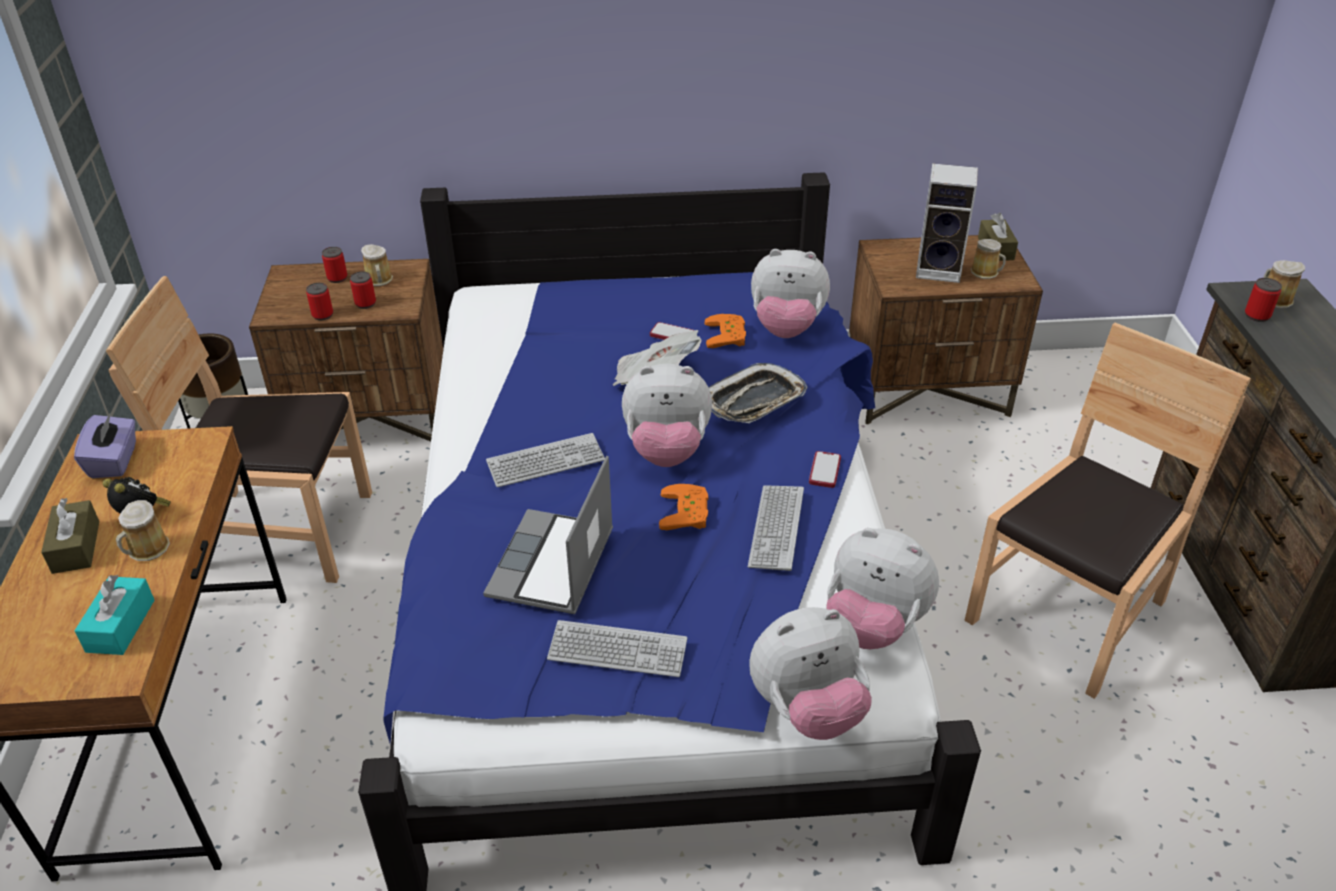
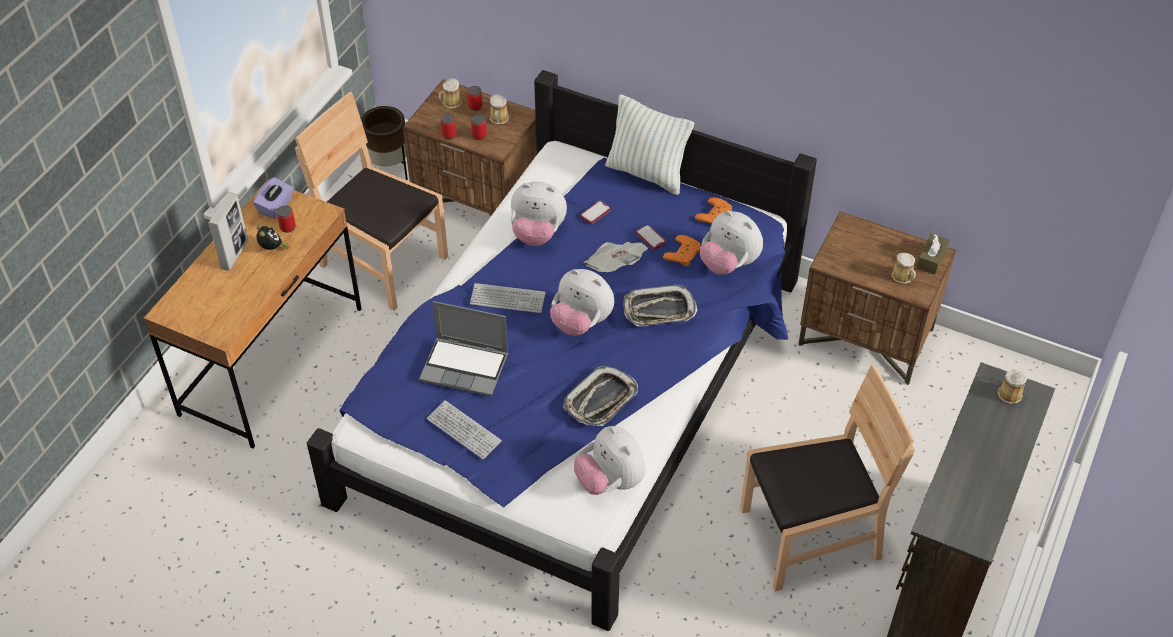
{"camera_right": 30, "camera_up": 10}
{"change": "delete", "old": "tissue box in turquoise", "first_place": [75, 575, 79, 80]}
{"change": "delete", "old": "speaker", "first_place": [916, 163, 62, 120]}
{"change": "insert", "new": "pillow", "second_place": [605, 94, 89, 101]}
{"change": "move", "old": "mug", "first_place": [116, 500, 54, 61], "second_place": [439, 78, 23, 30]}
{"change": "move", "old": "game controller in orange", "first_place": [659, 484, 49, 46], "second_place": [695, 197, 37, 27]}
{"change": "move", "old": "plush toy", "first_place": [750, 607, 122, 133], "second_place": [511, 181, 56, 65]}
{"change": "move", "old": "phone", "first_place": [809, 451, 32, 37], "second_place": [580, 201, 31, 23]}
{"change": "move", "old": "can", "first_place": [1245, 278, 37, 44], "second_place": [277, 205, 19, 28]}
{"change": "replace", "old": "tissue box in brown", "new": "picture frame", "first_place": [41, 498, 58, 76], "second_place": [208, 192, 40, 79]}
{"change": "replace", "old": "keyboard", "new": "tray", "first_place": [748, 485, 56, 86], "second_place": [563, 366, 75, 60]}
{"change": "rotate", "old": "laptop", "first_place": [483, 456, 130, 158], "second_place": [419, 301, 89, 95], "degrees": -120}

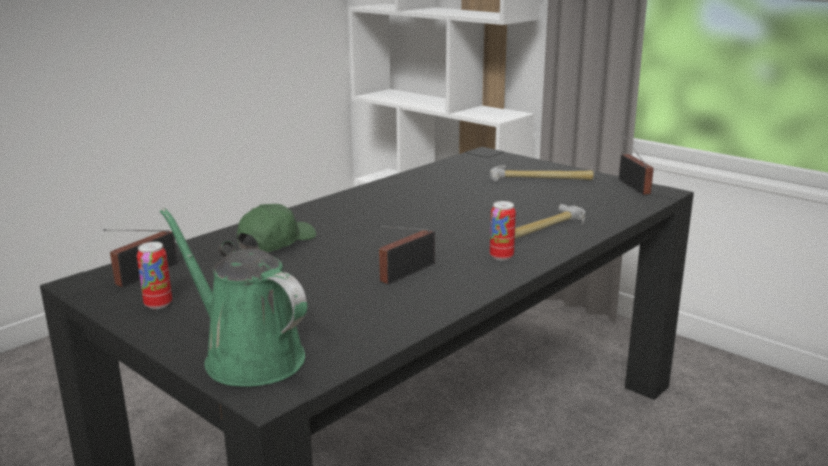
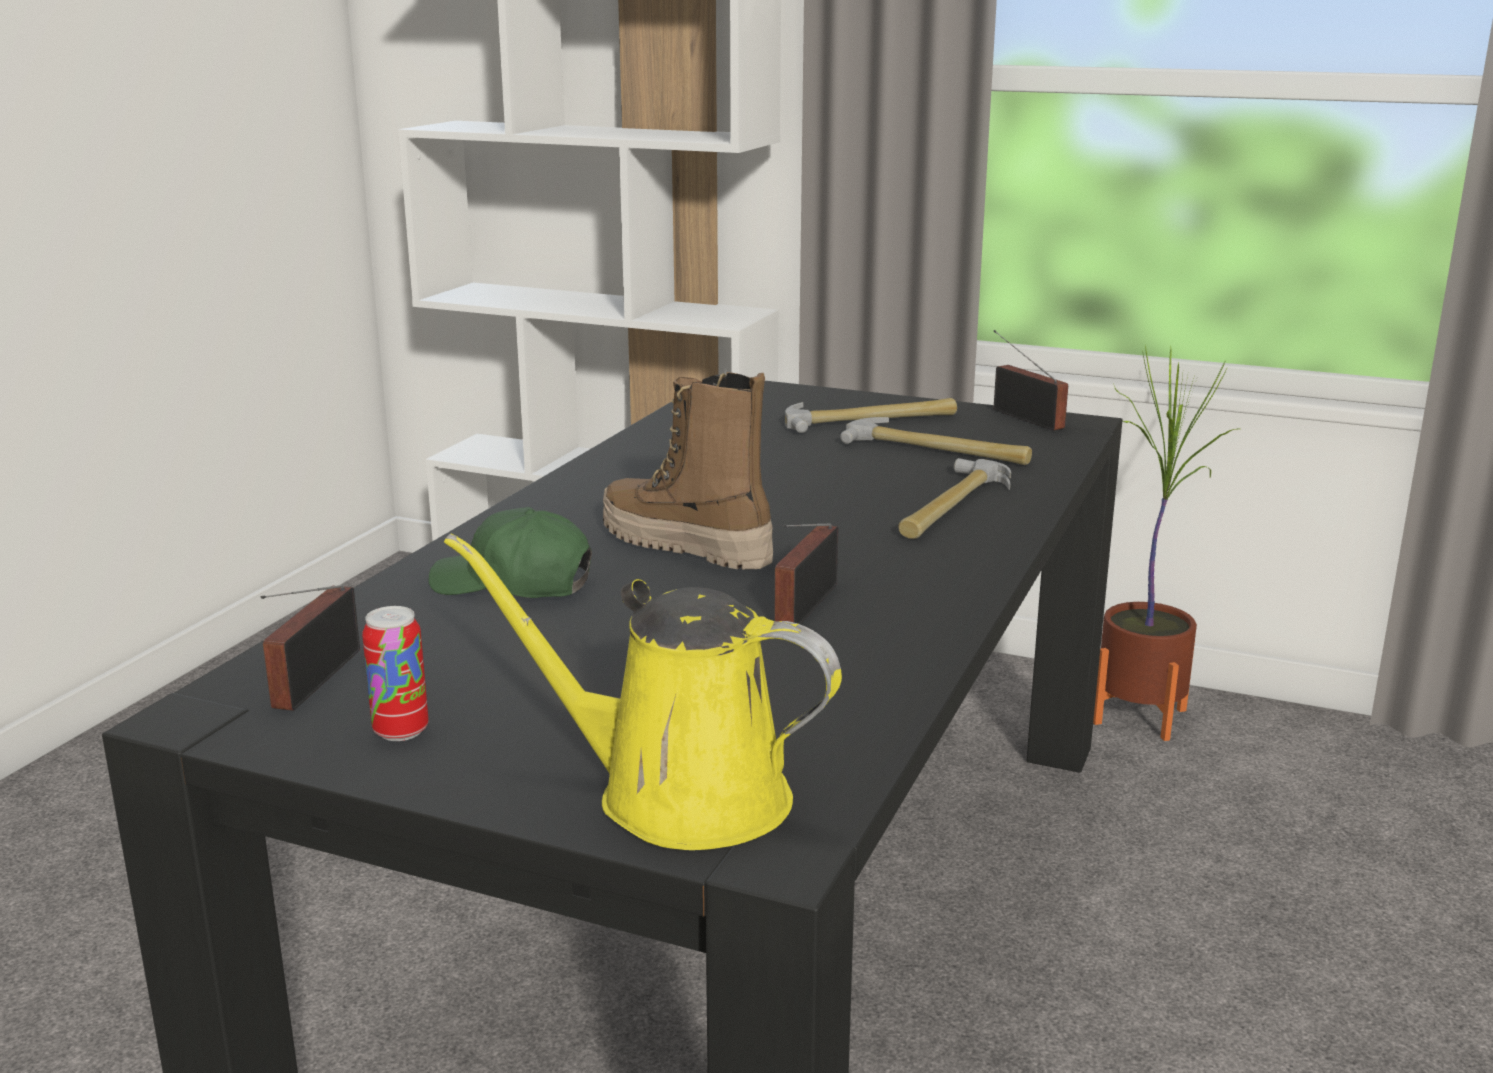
{"camera_right": -20, "camera_up": 0}
{"change": "delete", "old": "can", "first_place": [490, 201, 26, 59]}
{"change": "insert", "new": "boot", "second_place": [603, 372, 170, 198]}
{"change": "insert", "new": "hammer", "second_place": [840, 417, 192, 48]}
{"change": "insert", "new": "potted plant", "second_place": [1093, 346, 144, 395]}
{"change": "recolor", "old": "watering can in green", "new": "watering can in yellow", "first_place": [160, 208, 148, 179], "second_place": [444, 534, 398, 316]}
{"change": "rotate", "old": "cap in green", "first_place": [237, 204, 79, 48], "second_place": [428, 507, 164, 91], "degrees": -90}

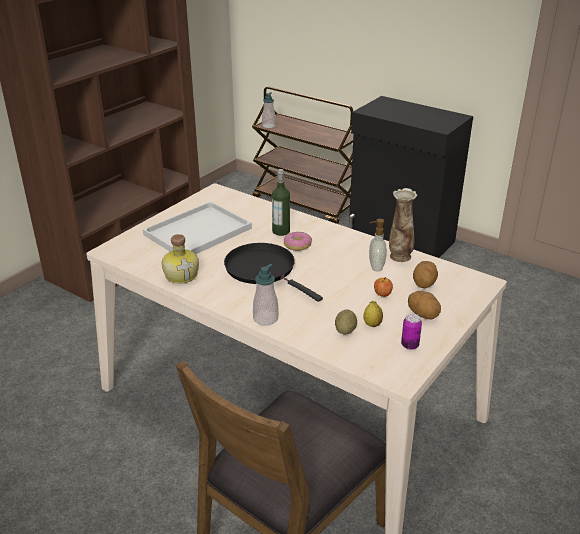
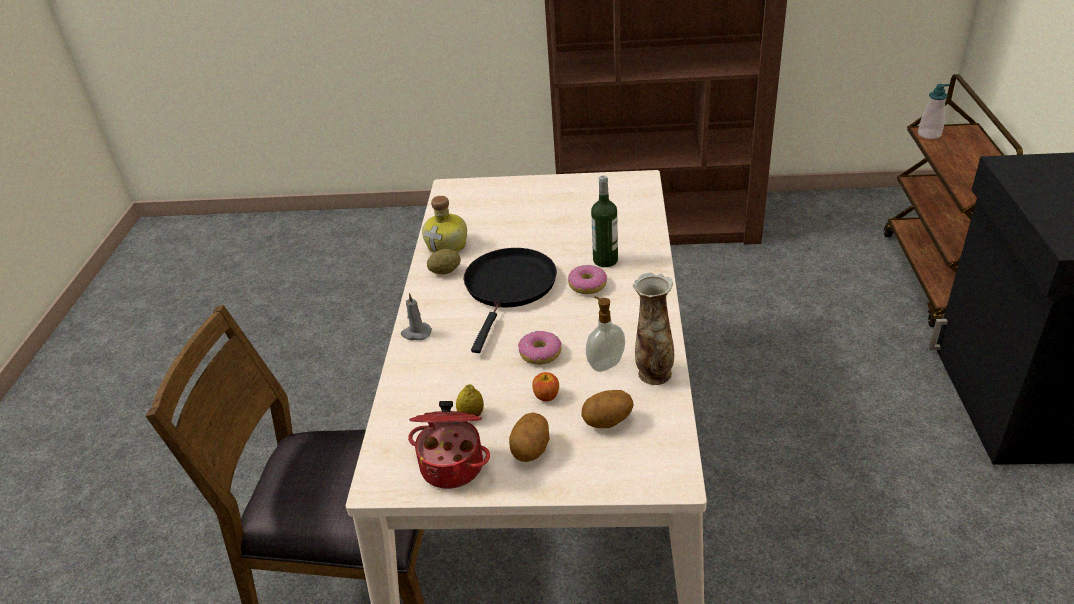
{"camera_right": 60, "camera_up": 5}
{"change": "delete", "old": "tray in white", "first_place": [143, 201, 109, 53]}
{"change": "insert", "new": "donut", "second_place": [518, 331, 44, 34]}
{"change": "move", "old": "potato", "first_place": [335, 309, 22, 25], "second_place": [427, 249, 34, 25]}
{"change": "replace", "old": "soap dispenser", "new": "candle in grey", "first_place": [253, 264, 26, 61], "second_place": [401, 293, 31, 47]}
{"change": "replace", "old": "can", "new": "cooking pot", "first_place": [401, 314, 21, 36], "second_place": [408, 401, 82, 88]}

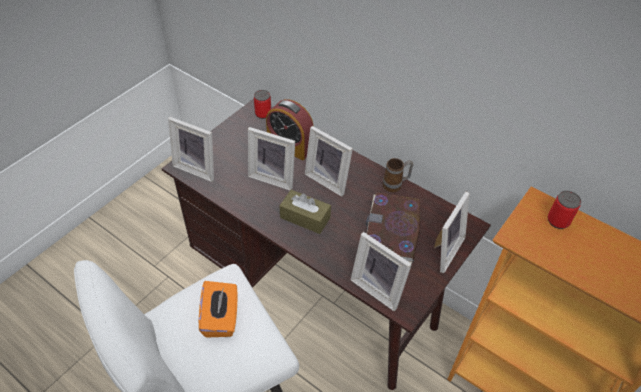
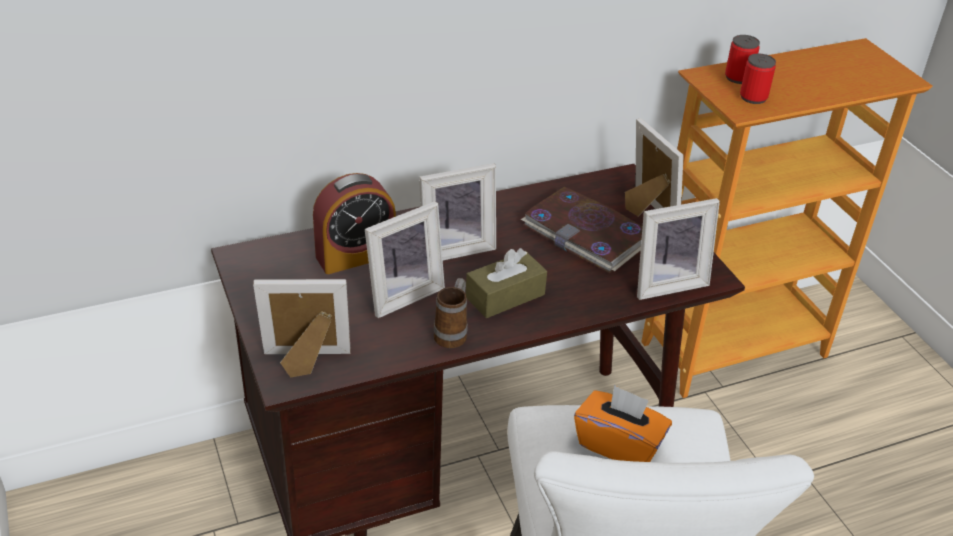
{"camera_right": -60, "camera_up": -10}
{"change": "move", "old": "can", "first_place": [254, 90, 17, 29], "second_place": [740, 53, 36, 51]}
{"change": "move", "old": "mug", "first_place": [383, 158, 30, 34], "second_place": [433, 278, 35, 70]}
{"change": "rotate", "old": "picture frame", "first_place": [168, 117, 46, 65], "second_place": [253, 279, 98, 99], "degrees": -150}

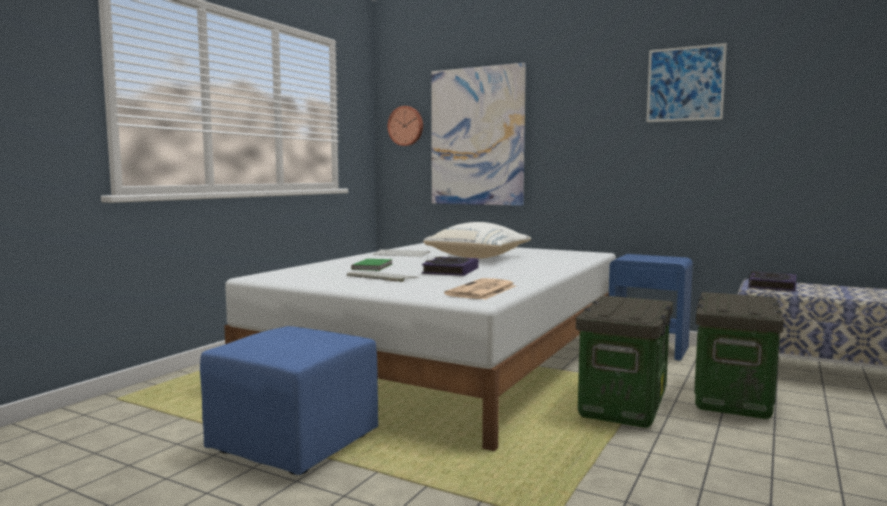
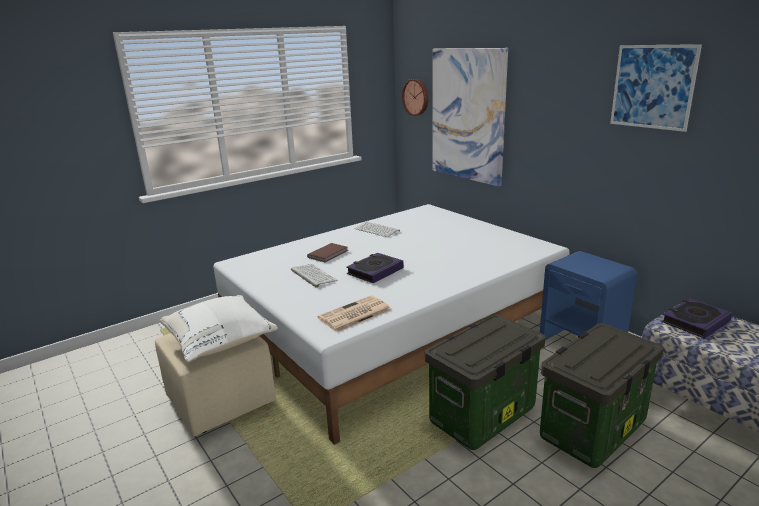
{"camera_right": 25, "camera_up": 15}
{"change": "move", "old": "pillow in white", "first_place": [423, 222, 108, 37], "second_place": [160, 295, 118, 67]}
{"change": "recolor", "old": "ottoman in blue", "new": "ottoman in beige", "first_place": [200, 326, 178, 149], "second_place": [155, 333, 121, 103]}
{"change": "recolor", "old": "book in green", "new": "book in brown", "first_place": [351, 259, 42, 12], "second_place": [307, 243, 41, 19]}

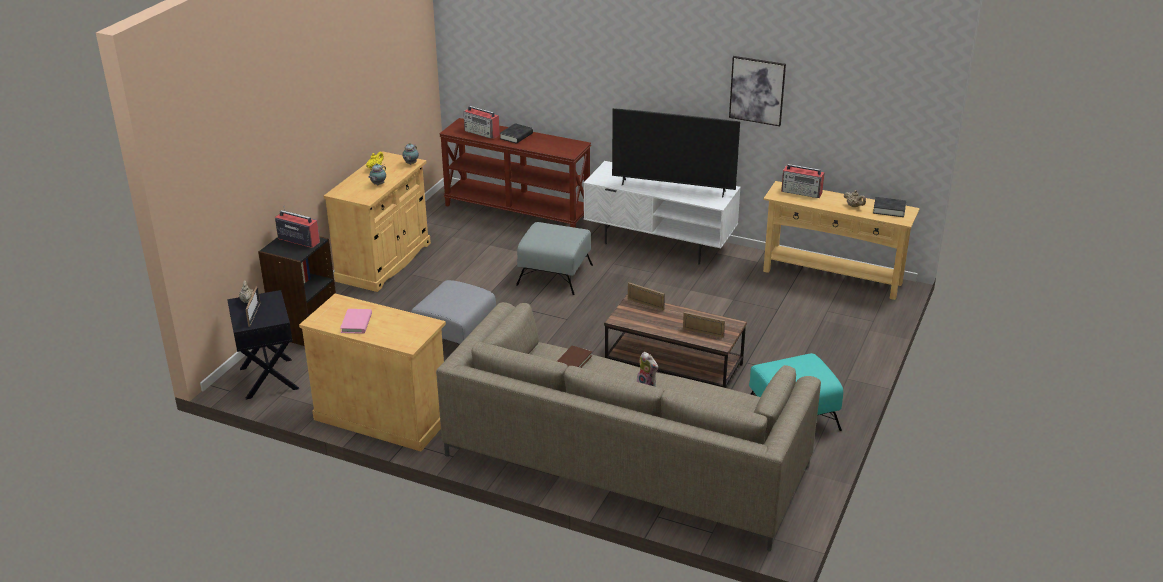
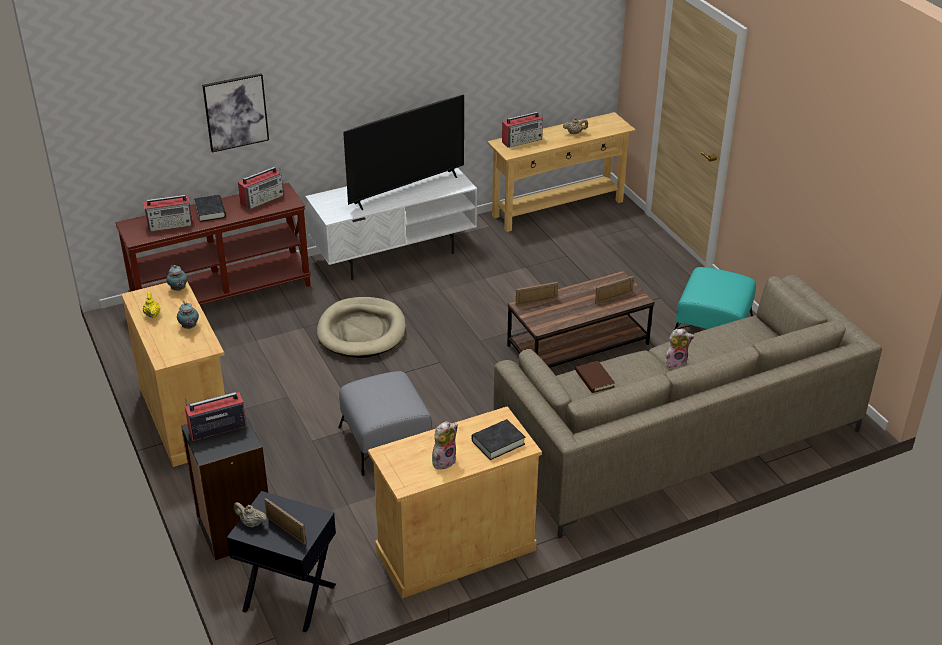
{"camera_right": -50, "camera_up": 5}
{"change": "insert", "new": "radio", "second_place": [238, 167, 46, 43]}
{"change": "move", "old": "picture", "first_place": [729, 56, 57, 70], "second_place": [202, 73, 67, 79]}
{"change": "move", "old": "book in black", "first_place": [873, 197, 33, 20], "second_place": [472, 419, 53, 41]}
{"change": "replace", "old": "book in pink", "new": "plush toy", "first_place": [340, 309, 32, 25], "second_place": [432, 421, 26, 50]}
{"change": "replace", "old": "ottoman in grey", "new": "dog bed in beige", "first_place": [516, 222, 77, 73], "second_place": [317, 297, 89, 61]}

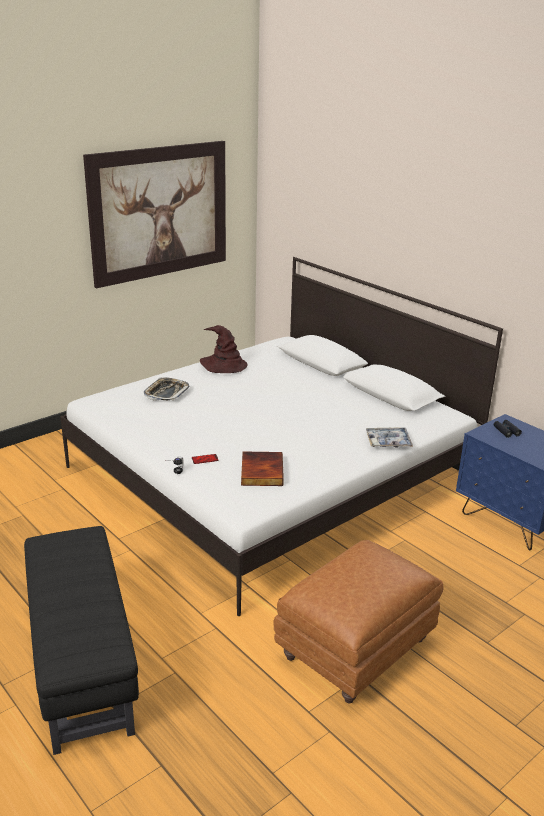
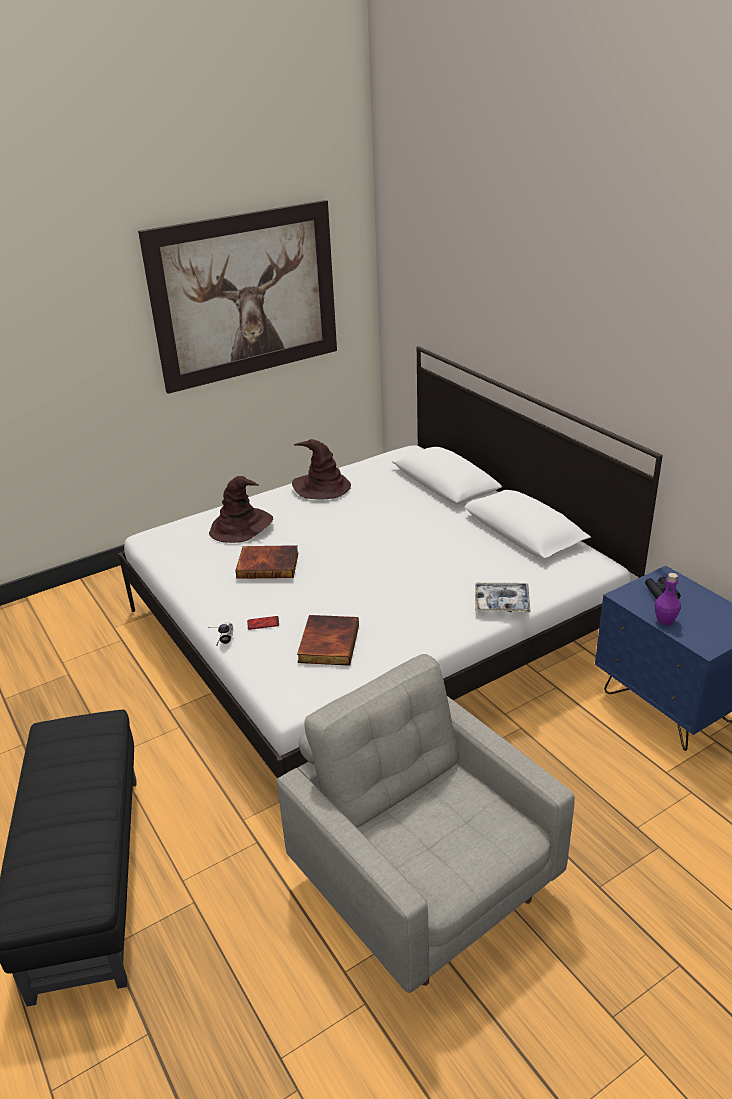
{"camera_right": 10, "camera_up": 5}
{"change": "insert", "new": "book", "second_place": [235, 545, 63, 34]}
{"change": "insert", "new": "bottle in purple", "second_place": [655, 573, 26, 52]}
{"change": "replace", "old": "tray", "new": "hat in brown", "first_place": [144, 377, 45, 24], "second_place": [209, 476, 64, 67]}
{"change": "replace", "old": "ottoman in brown", "new": "armchair in grey", "first_place": [273, 540, 171, 163], "second_place": [277, 654, 298, 339]}

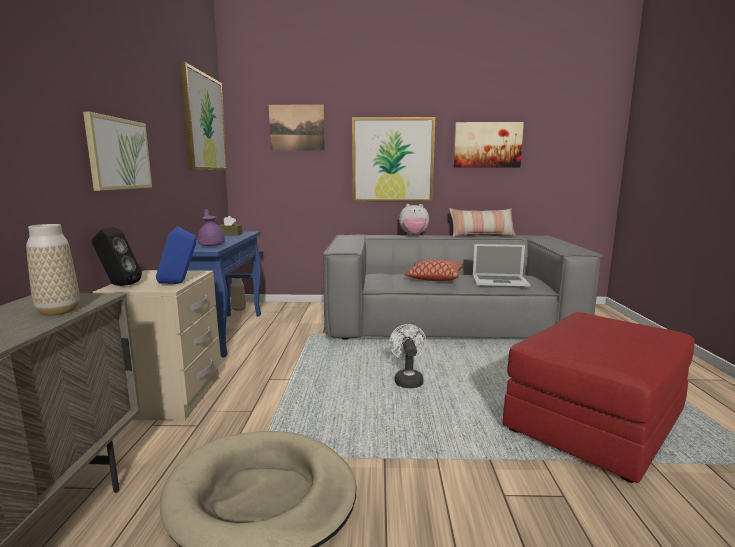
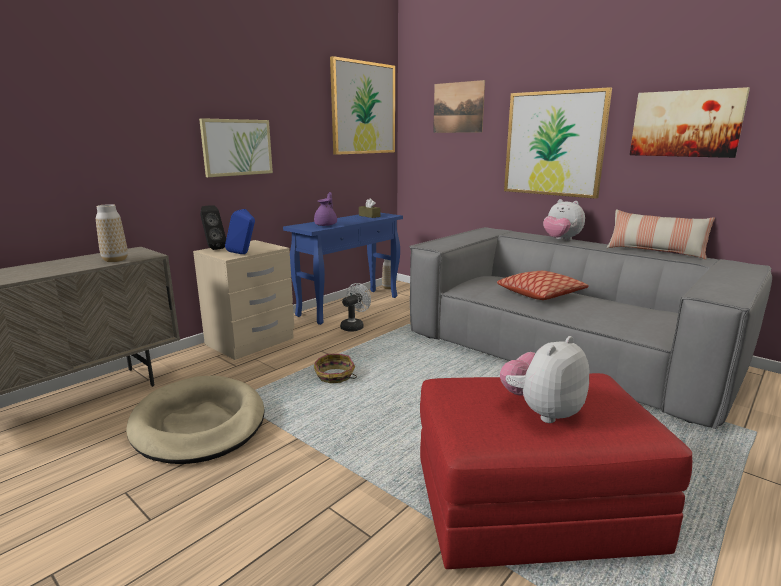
{"camera_right": 40, "camera_up": 5}
{"change": "delete", "old": "laptop", "first_place": [473, 244, 57, 43]}
{"change": "insert", "new": "basket", "second_place": [314, 354, 43, 29]}
{"change": "insert", "new": "plush toy", "second_place": [500, 336, 89, 87]}
{"change": "move", "old": "fan in white", "first_place": [389, 324, 37, 64], "second_place": [340, 283, 31, 49]}

